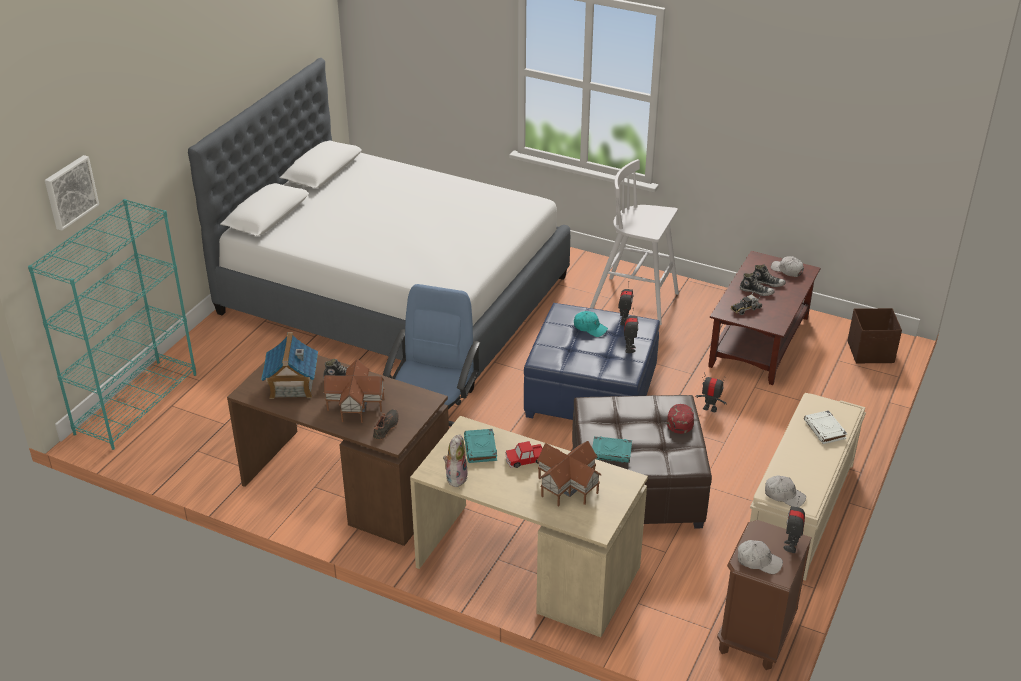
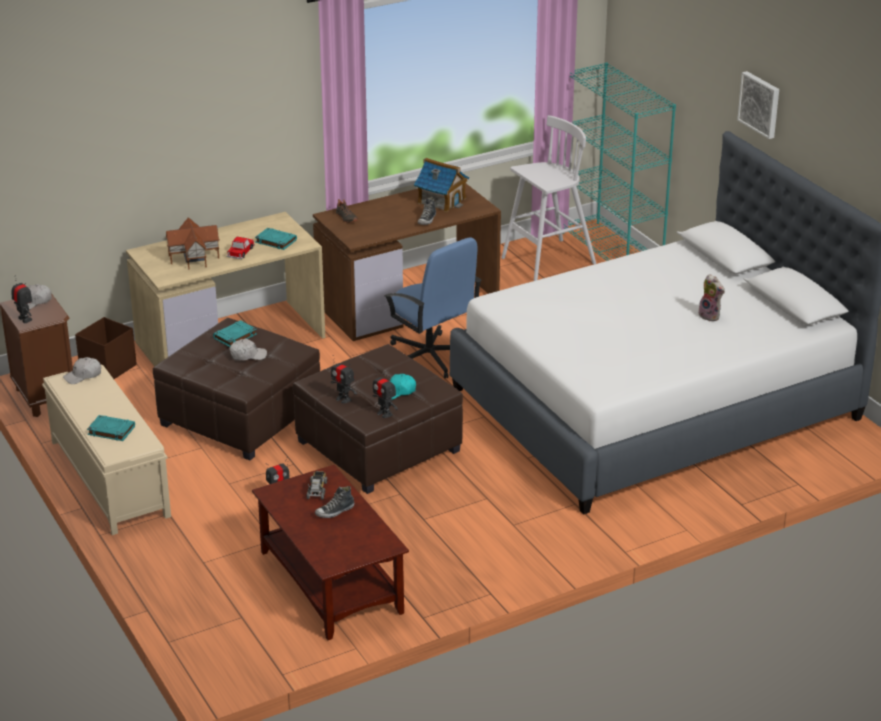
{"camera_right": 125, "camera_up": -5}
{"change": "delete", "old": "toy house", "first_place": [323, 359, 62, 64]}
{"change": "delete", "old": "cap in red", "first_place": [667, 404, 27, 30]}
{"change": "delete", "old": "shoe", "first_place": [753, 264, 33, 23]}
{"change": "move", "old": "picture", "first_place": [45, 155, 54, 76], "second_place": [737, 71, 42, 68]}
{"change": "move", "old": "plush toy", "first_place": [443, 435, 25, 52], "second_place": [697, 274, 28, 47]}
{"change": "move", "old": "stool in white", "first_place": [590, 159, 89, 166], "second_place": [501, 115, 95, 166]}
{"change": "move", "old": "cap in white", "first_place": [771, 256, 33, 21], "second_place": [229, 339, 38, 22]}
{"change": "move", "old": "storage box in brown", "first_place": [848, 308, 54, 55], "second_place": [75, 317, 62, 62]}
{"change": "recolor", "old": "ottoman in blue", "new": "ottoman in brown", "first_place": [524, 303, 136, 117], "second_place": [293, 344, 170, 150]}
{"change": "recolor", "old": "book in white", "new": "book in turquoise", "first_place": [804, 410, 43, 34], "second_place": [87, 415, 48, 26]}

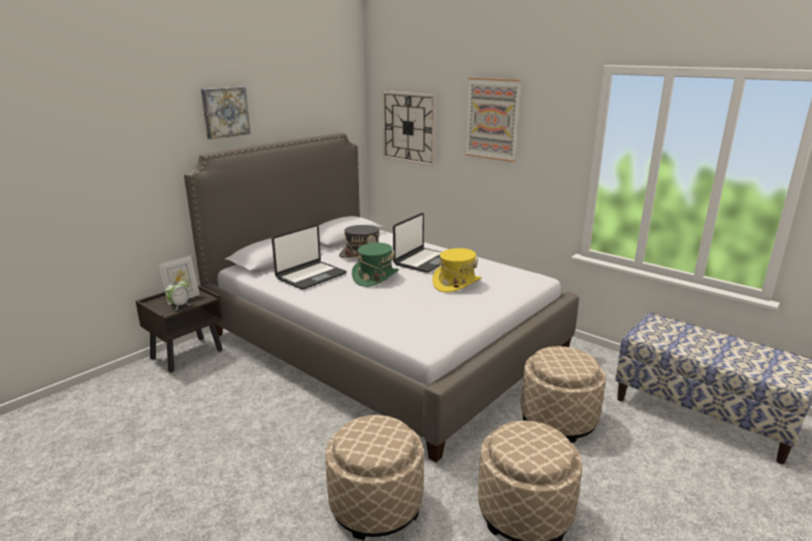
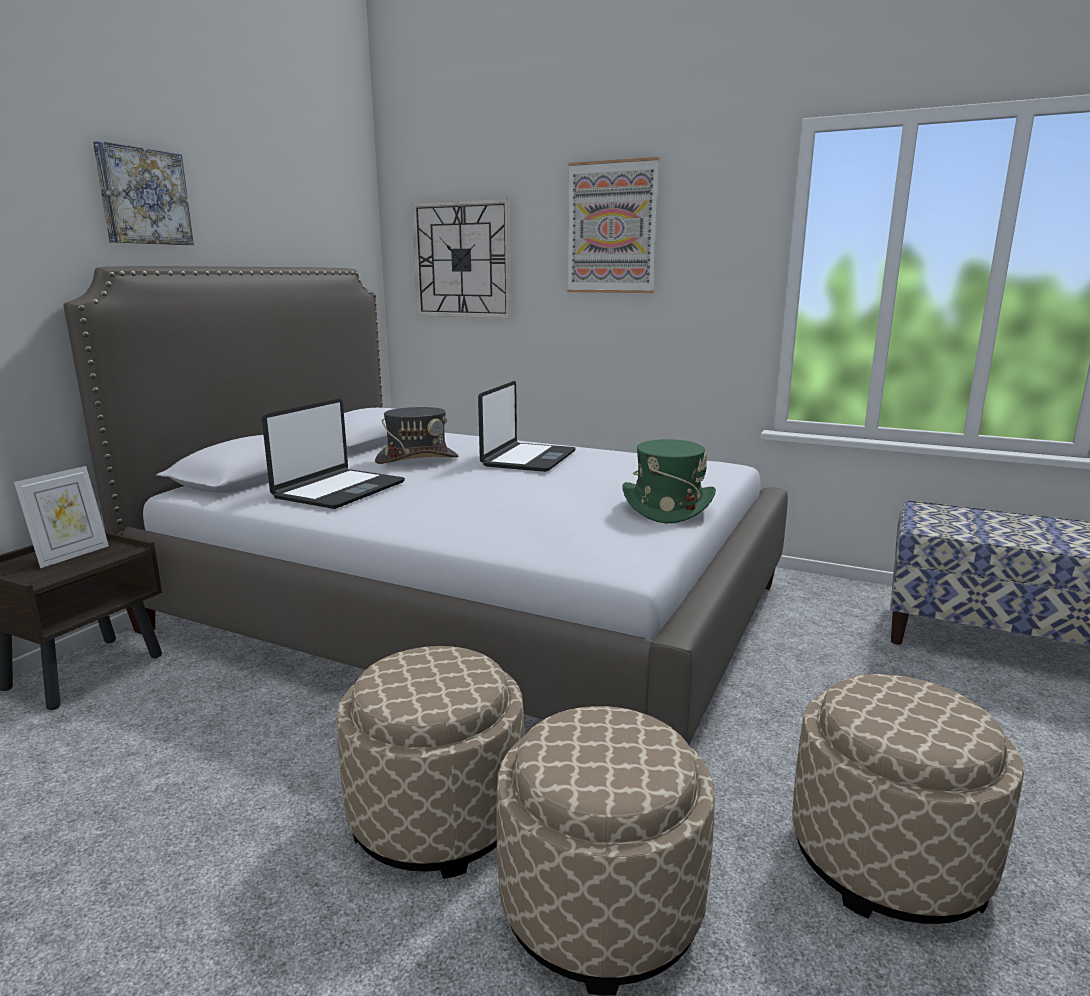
{"camera_right": -15, "camera_up": -5}
{"change": "delete", "old": "alarm clock", "first_place": [165, 279, 26, 32]}
{"change": "delete", "old": "hat in yellow", "first_place": [432, 248, 50, 44]}
{"change": "move", "old": "hat in green", "first_place": [352, 243, 47, 44], "second_place": [623, 439, 93, 84]}
{"change": "move", "old": "ottoman in beige", "first_place": [521, 346, 85, 97], "second_place": [337, 646, 187, 233]}

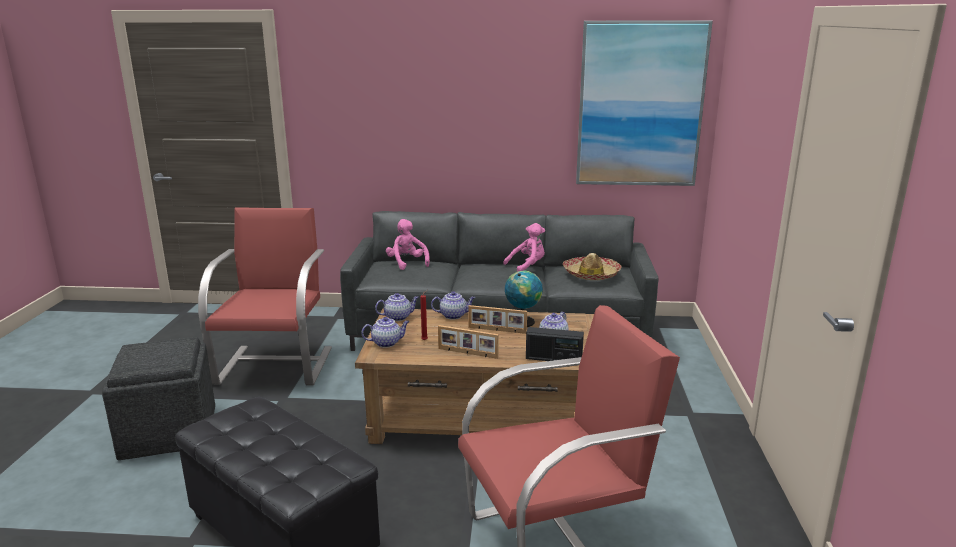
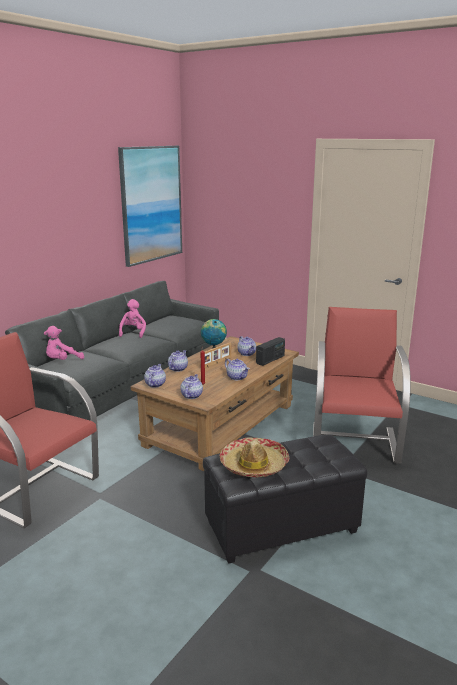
{"camera_right": -60, "camera_up": 0}
{"change": "delete", "old": "ottoman in grey", "first_place": [102, 337, 113, 123]}
{"change": "move", "old": "hat", "first_place": [563, 253, 58, 27], "second_place": [220, 437, 69, 40]}
{"change": "replace", "old": "picture frame", "new": "teapot", "first_place": [438, 325, 61, 34], "second_place": [225, 359, 25, 21]}
{"change": "rotate", "old": "plush toy in pink", "first_place": [386, 219, 44, 51], "second_place": [44, 326, 40, 34], "degrees": -45}

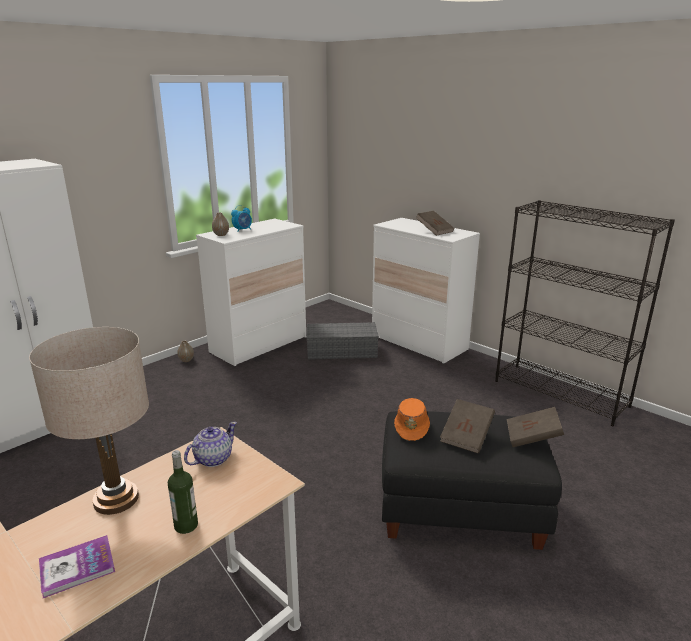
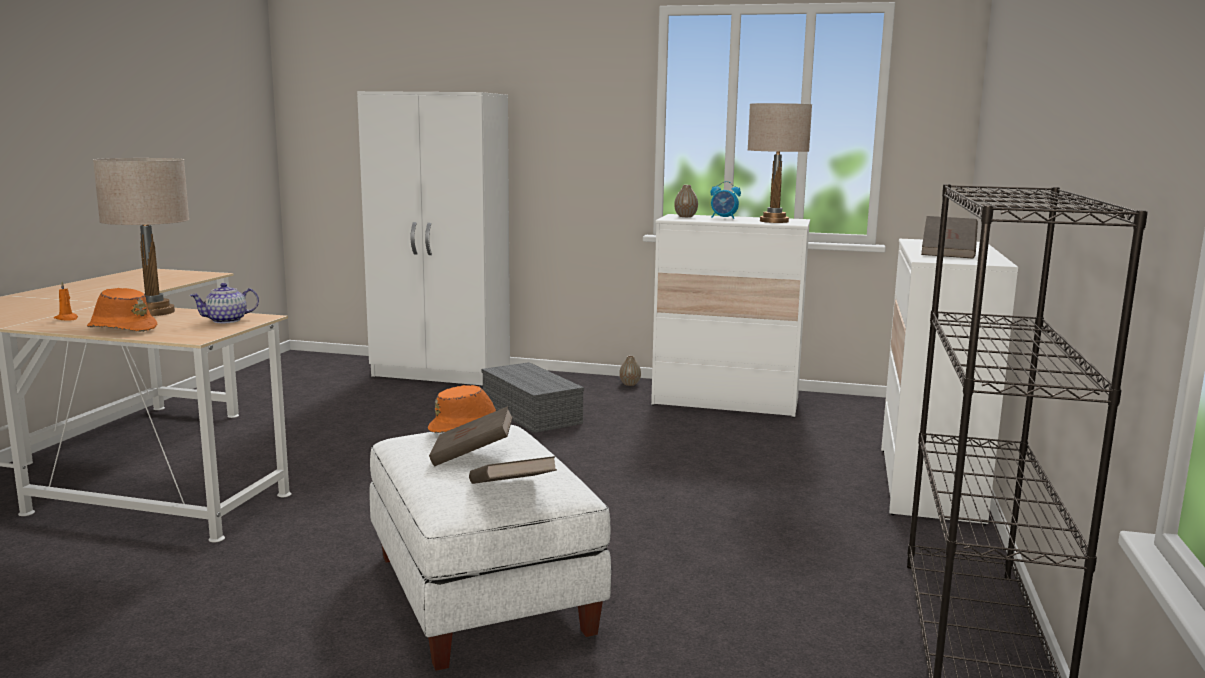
{"camera_right": 60, "camera_up": -10}
{"change": "insert", "new": "table lamp in beige", "second_place": [748, 103, 64, 120]}
{"change": "move", "old": "storage box in grey", "first_place": [306, 322, 73, 38], "second_place": [482, 362, 102, 71]}
{"change": "replace", "old": "book", "new": "candle in orange", "first_place": [39, 535, 76, 63], "second_place": [54, 282, 24, 39]}
{"change": "replace", "old": "bottle", "new": "hat in orange", "first_place": [168, 450, 30, 84], "second_place": [87, 288, 70, 44]}
{"change": "recolor", "old": "ottoman in black", "new": "ottoman in white", "first_place": [382, 411, 180, 139], "second_place": [369, 425, 242, 246]}
{"change": "rotate", "old": "teapot", "first_place": [184, 422, 53, 45], "second_place": [189, 283, 70, 40], "degrees": 135}

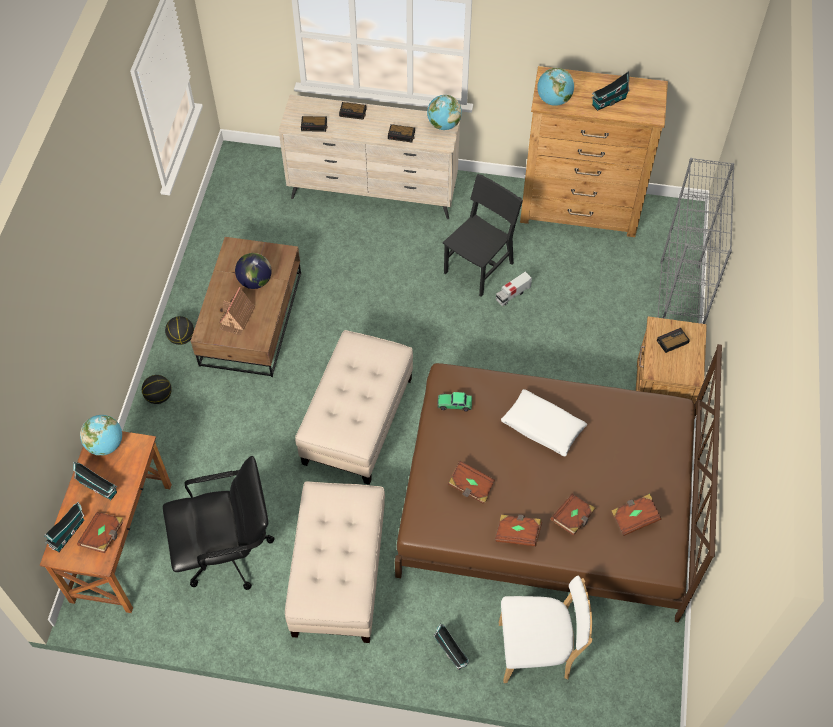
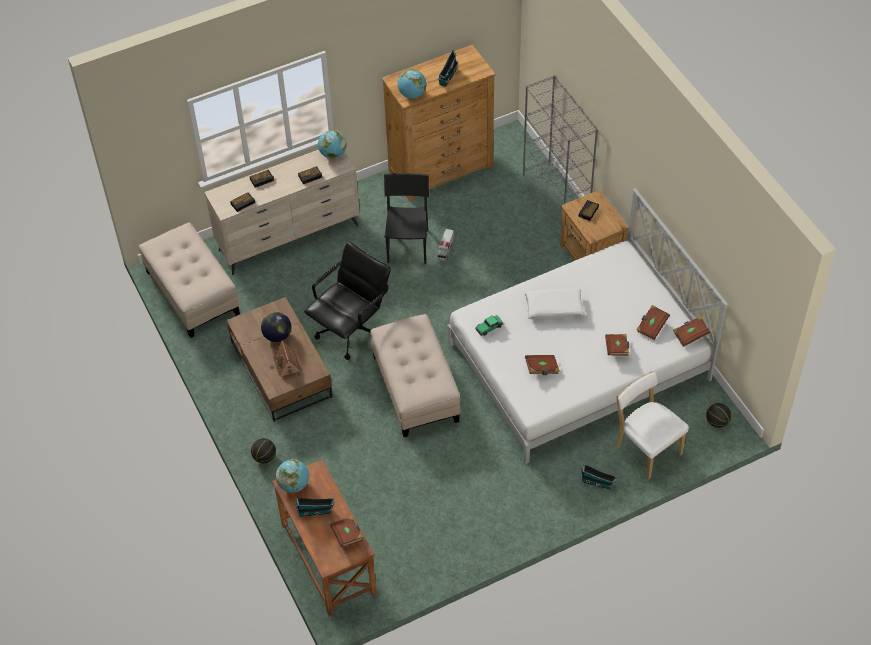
{"camera_right": -35, "camera_up": -5}
{"change": "delete", "old": "toy house", "first_place": [44, 502, 41, 50]}
{"change": "move", "old": "office chair in black", "first_place": [163, 456, 112, 134], "second_place": [304, 242, 87, 118]}
{"change": "move", "old": "basketball", "first_place": [165, 316, 29, 29], "second_place": [706, 403, 25, 25]}
{"change": "move", "old": "ottoman in beige", "first_place": [285, 481, 100, 162], "second_place": [139, 222, 101, 116]}
{"change": "move", "old": "book in brown", "first_place": [495, 515, 47, 31], "second_place": [673, 316, 37, 31]}
{"change": "recolor", "old": "bed in brown", "new": "bed in white", "first_place": [395, 344, 327, 278], "second_place": [447, 188, 281, 276]}
{"change": "rotate", "old": "chair in white", "first_place": [499, 576, 94, 107], "second_place": [616, 372, 73, 107], "degrees": -90}

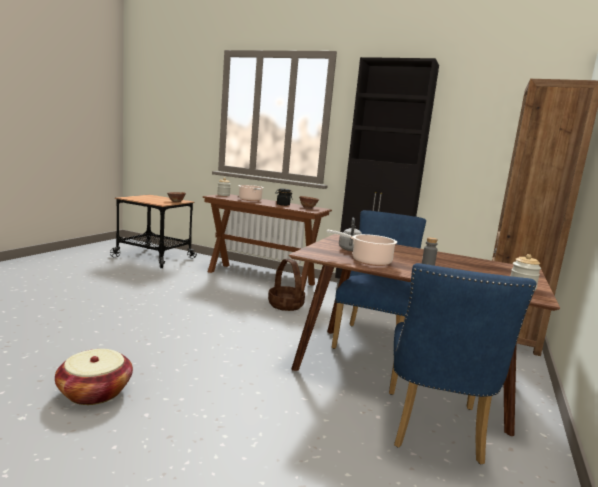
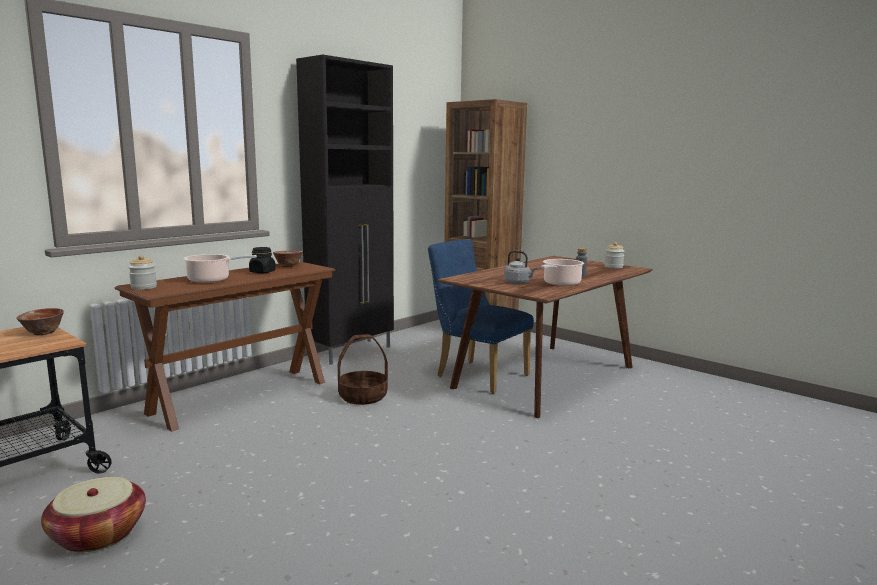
{"camera_right": -70, "camera_up": 0}
{"change": "delete", "old": "chair in blue", "first_place": [389, 263, 148, 201]}
{"change": "move", "old": "basket", "first_place": [55, 349, 78, 56], "second_place": [41, 477, 105, 75]}

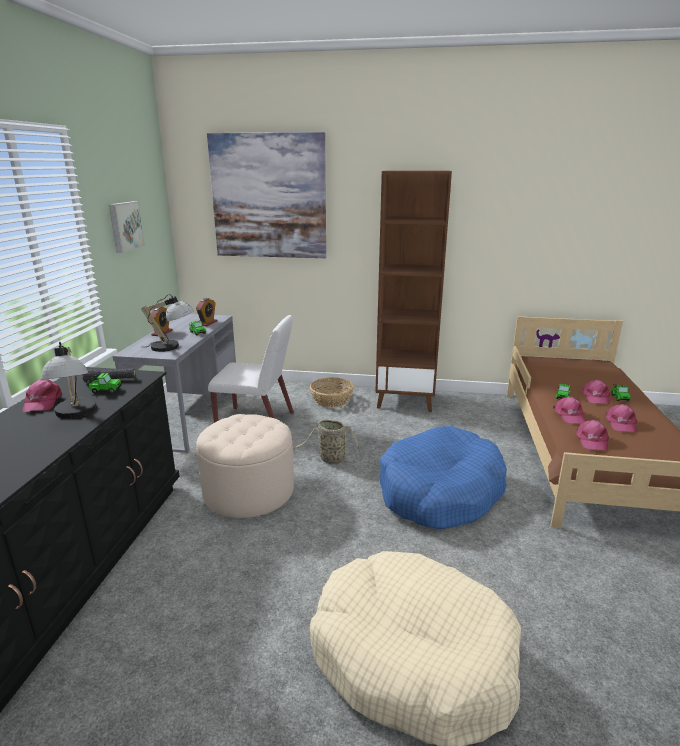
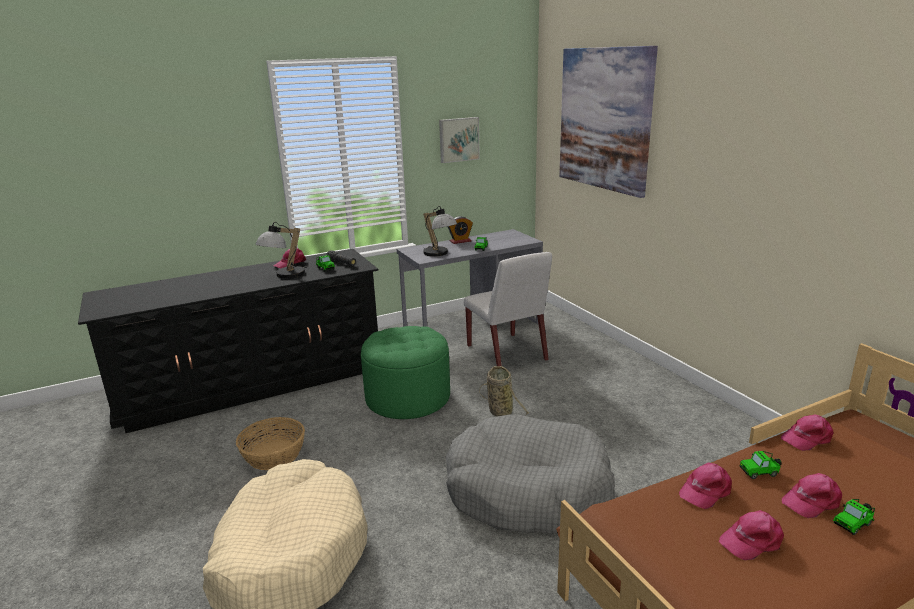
{"camera_right": 55, "camera_up": 0}
{"change": "delete", "old": "alarm clock", "first_place": [196, 298, 21, 29]}
{"change": "delete", "old": "bookcase in brown", "first_place": [375, 170, 77, 242]}
{"change": "move", "old": "basket", "first_place": [310, 377, 44, 30], "second_place": [236, 417, 69, 53]}
{"change": "move", "old": "cap in pink", "first_place": [576, 420, 33, 31], "second_place": [781, 415, 53, 36]}
{"change": "recolor", "old": "ottoman in beige", "new": "ottoman in green", "first_place": [196, 414, 98, 104], "second_place": [361, 326, 89, 93]}
{"change": "recolor", "old": "dog bed in blue", "new": "dog bed in grey", "first_place": [380, 426, 127, 103], "second_place": [446, 414, 169, 120]}

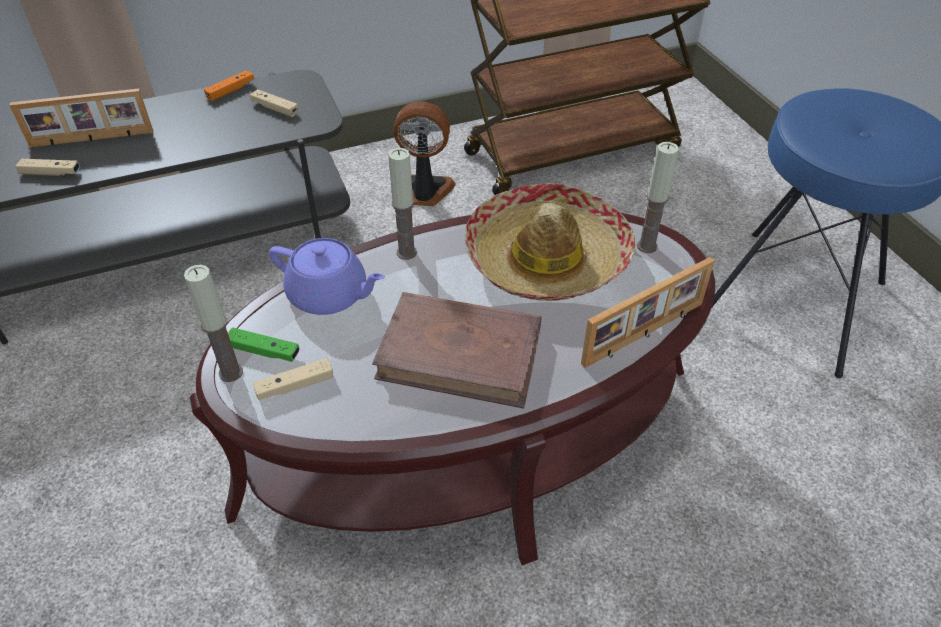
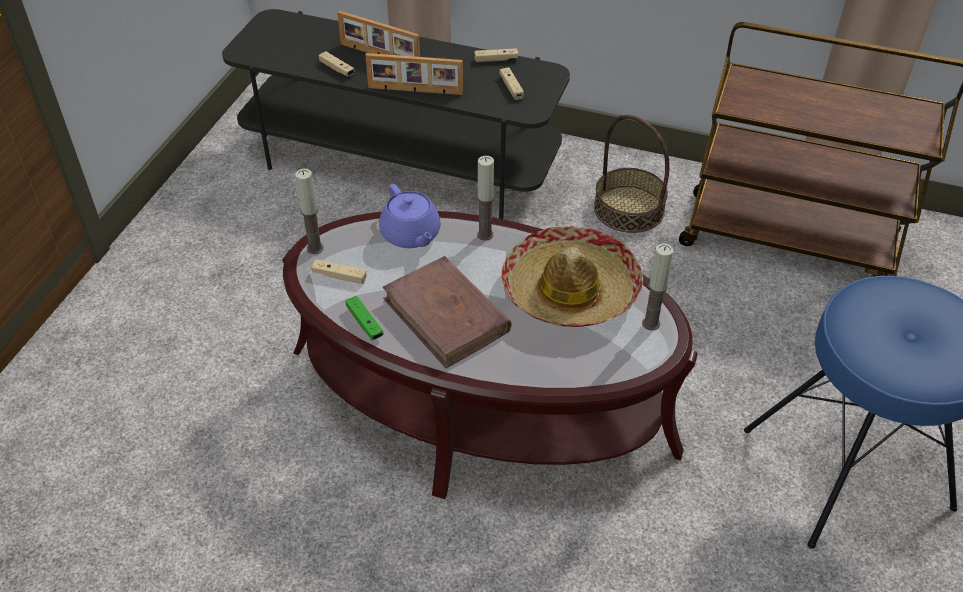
{"camera_right": 40, "camera_up": 0}
{"change": "move", "old": "game controller in green", "first_place": [228, 328, 72, 34], "second_place": [345, 296, 39, 44]}
{"change": "move", "old": "picture frame", "first_place": [581, 257, 134, 111], "second_place": [365, 53, 98, 42]}
{"change": "replace", "old": "fan", "new": "basket", "first_place": [393, 102, 63, 104], "second_place": [594, 115, 75, 118]}
{"change": "recolor", "old": "game controller in orange", "new": "game controller in beige", "first_place": [204, 70, 50, 31], "second_place": [475, 48, 43, 14]}

